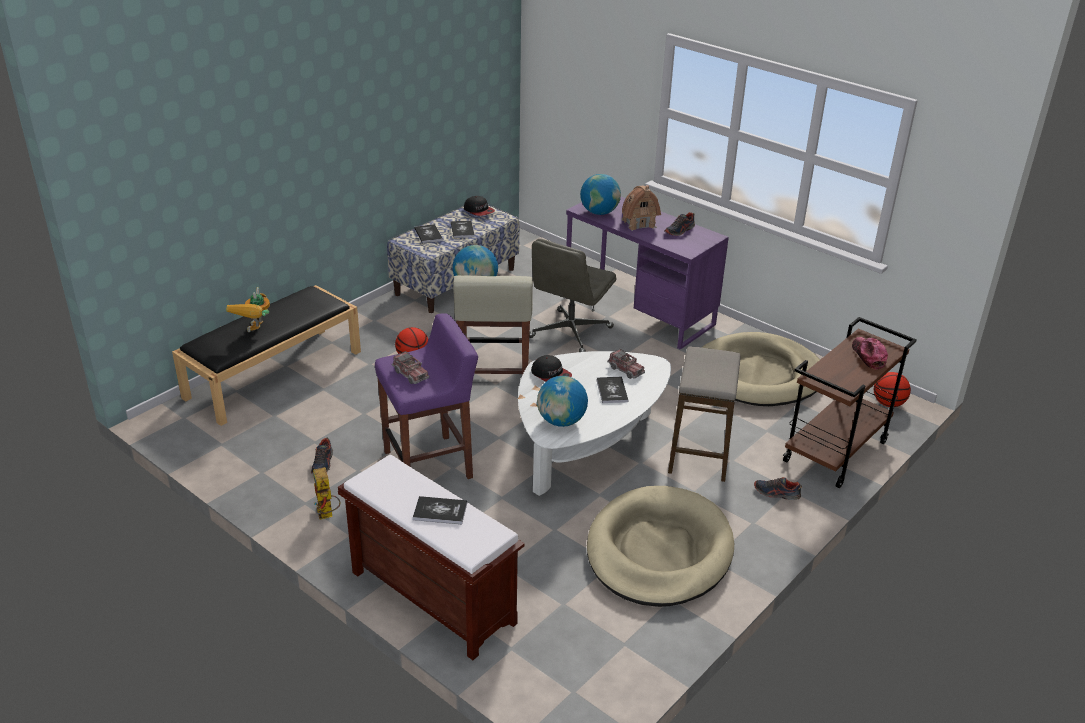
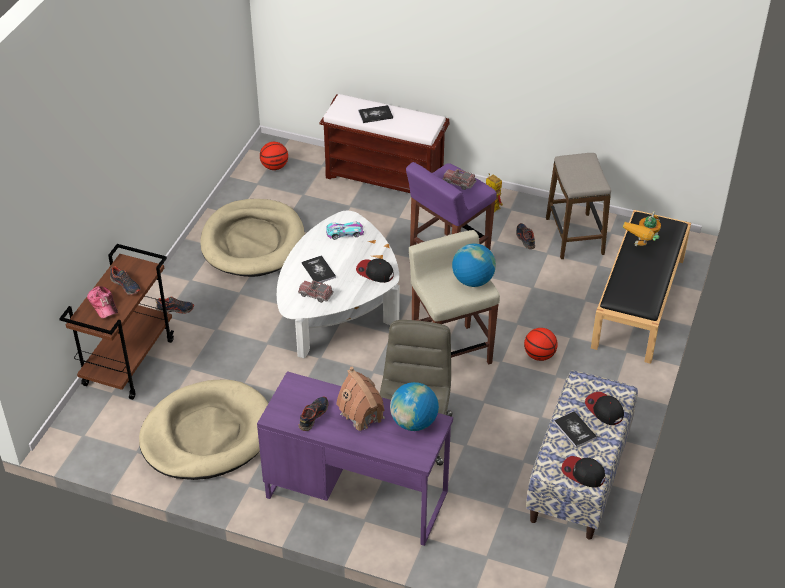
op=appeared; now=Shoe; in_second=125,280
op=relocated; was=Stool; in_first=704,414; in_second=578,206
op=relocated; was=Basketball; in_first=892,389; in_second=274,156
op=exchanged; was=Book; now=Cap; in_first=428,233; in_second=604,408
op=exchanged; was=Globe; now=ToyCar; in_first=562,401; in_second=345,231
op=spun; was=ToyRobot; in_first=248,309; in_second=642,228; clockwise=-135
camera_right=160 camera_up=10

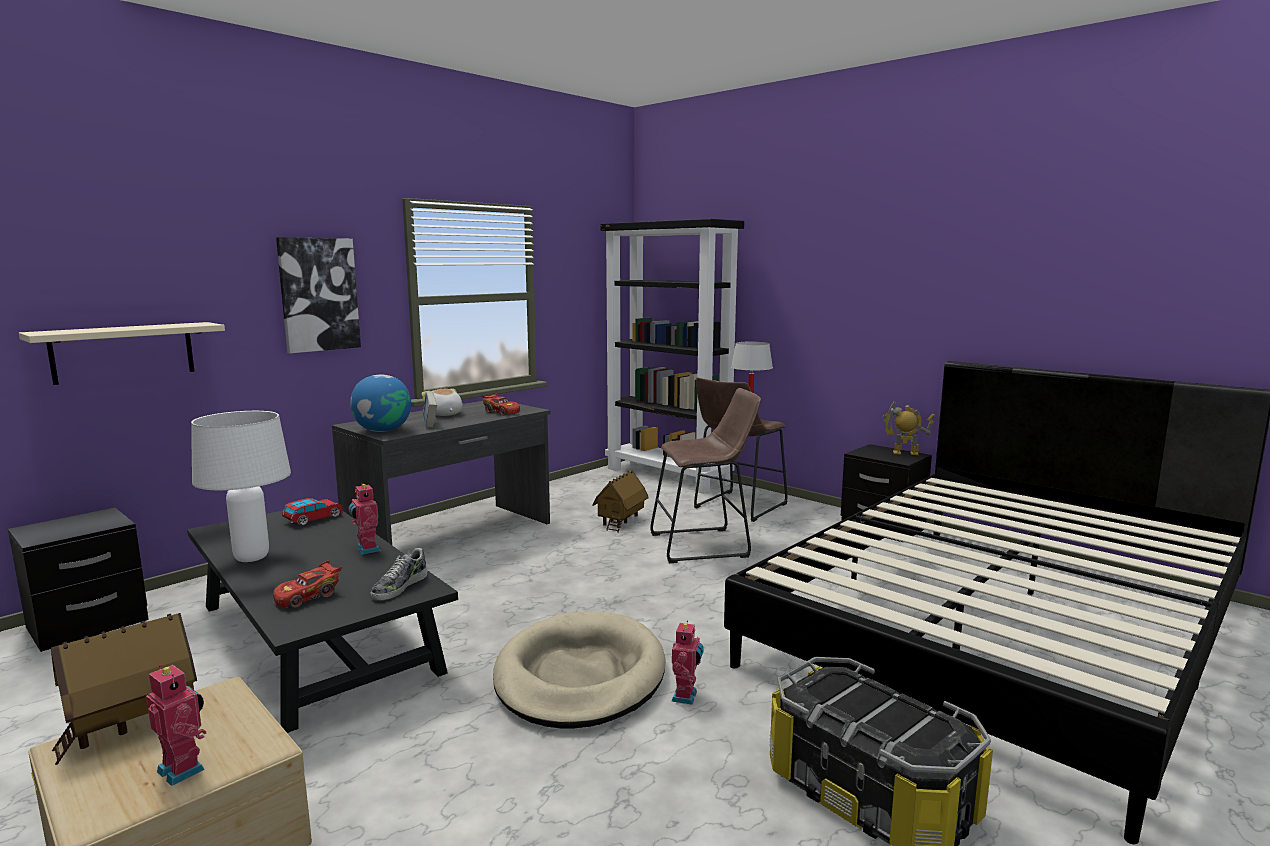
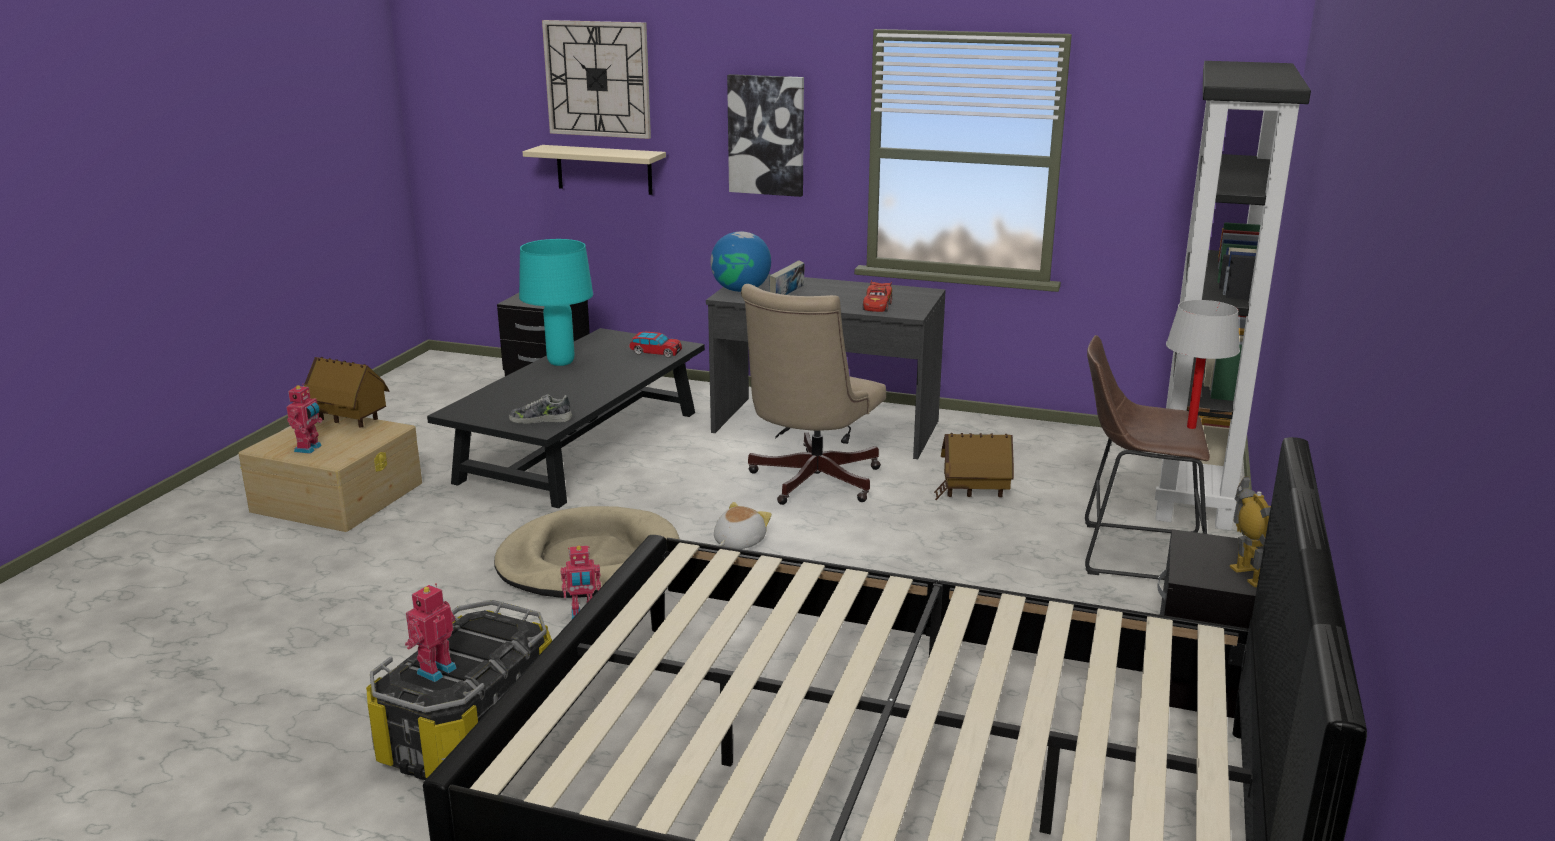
op=missing; was=RedToyCar; in_first=307,584
op=missing; was=BrownStool; in_first=705,475
op=appeared; now=WallClock; in_second=596,79
op=appeared; now=BeigeOfficeChair; in_second=813,394
op=relocated; was=ToyRobot; in_first=365,519; in_second=431,632
op=relocated; was=PlushToy; in_first=442,402; in_second=743,525
op=colour; was=WhiteTableLamp; now=TurquoiseTableLamp; in_first=241,486; in_second=556,302
camera_right=65 camera_up=10

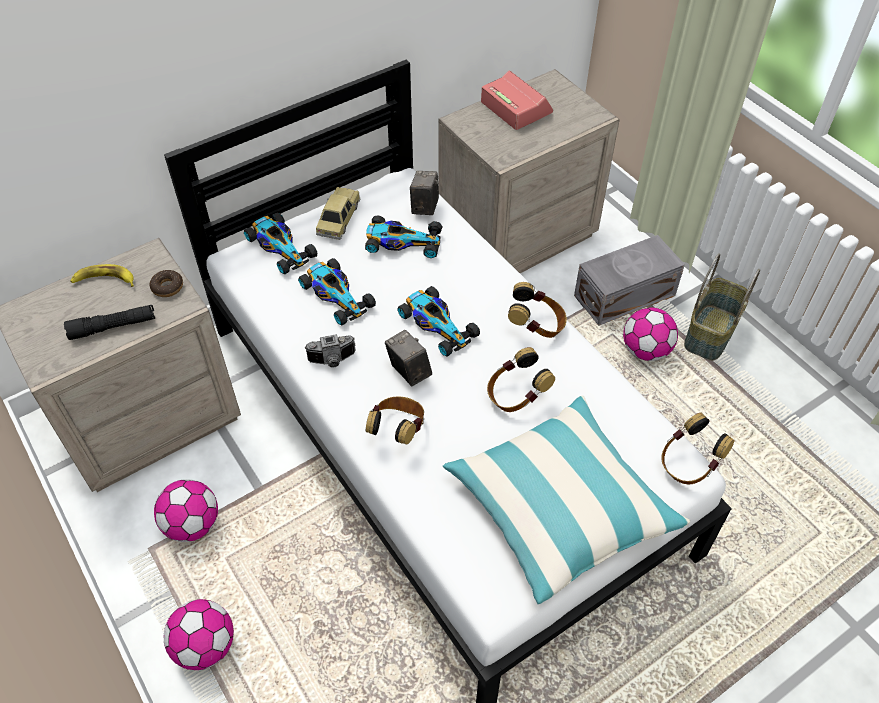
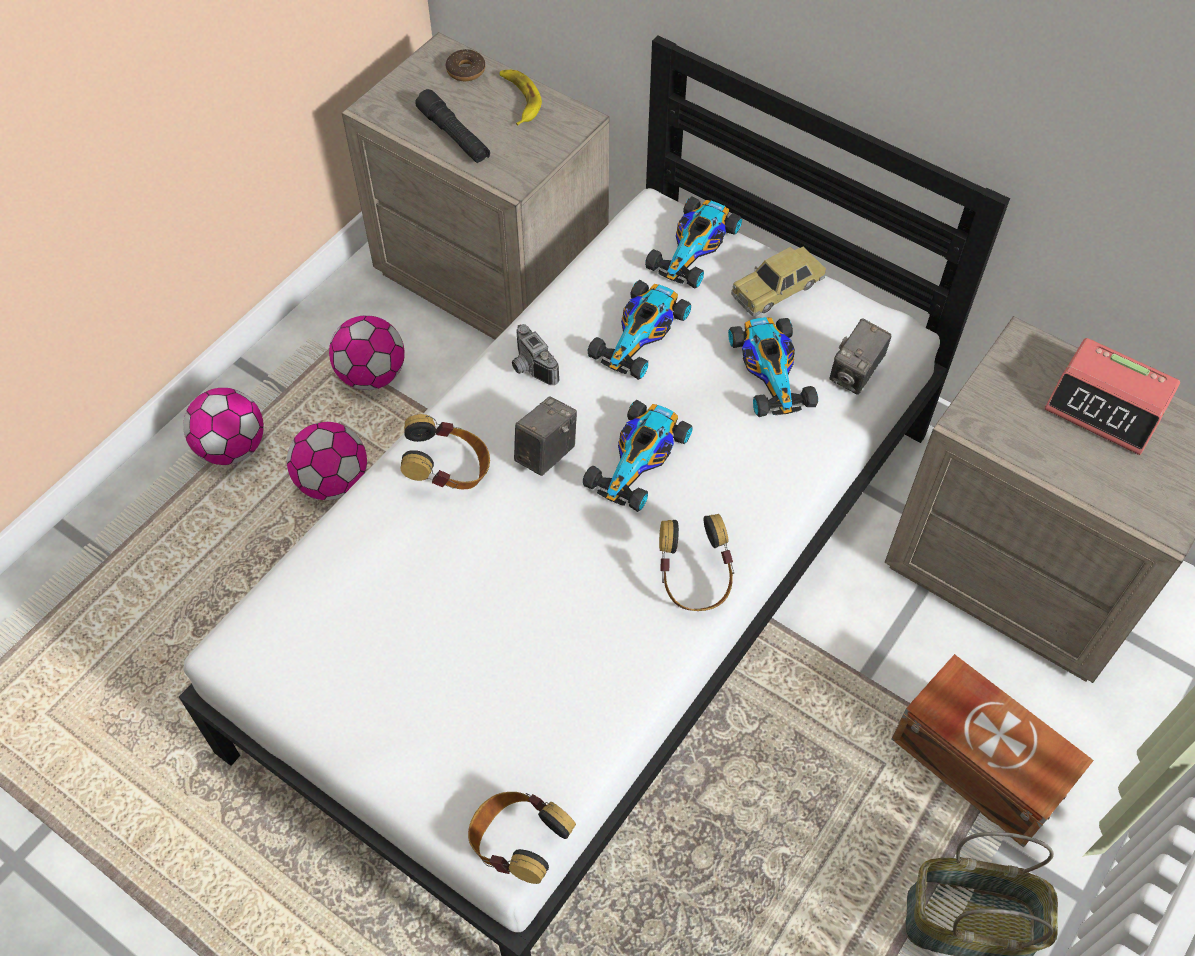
op=missing; was=Pillow; in_first=566,499
op=missing; was=Headphones; in_first=521,379
op=relocated; was=Donut; in_first=166,283; in_second=465,65
op=relocated; was=Football; in_first=650,334; in_second=327,461
op=colour; was=GreyStorageBox; now=BrownStorageBox; in_first=629,280; in_second=992,751
op=spun; was=ToyCar; in_first=338,213; in_second=778,281; clockwise=150
op=spun; was=PhotoCamera; in_first=424,193; in_second=860,356; clockwise=135
op=spun; was=AlarmClock; in_first=517,100; in_second=1112,396; clockwise=90
camera_right=70 camera_up=5

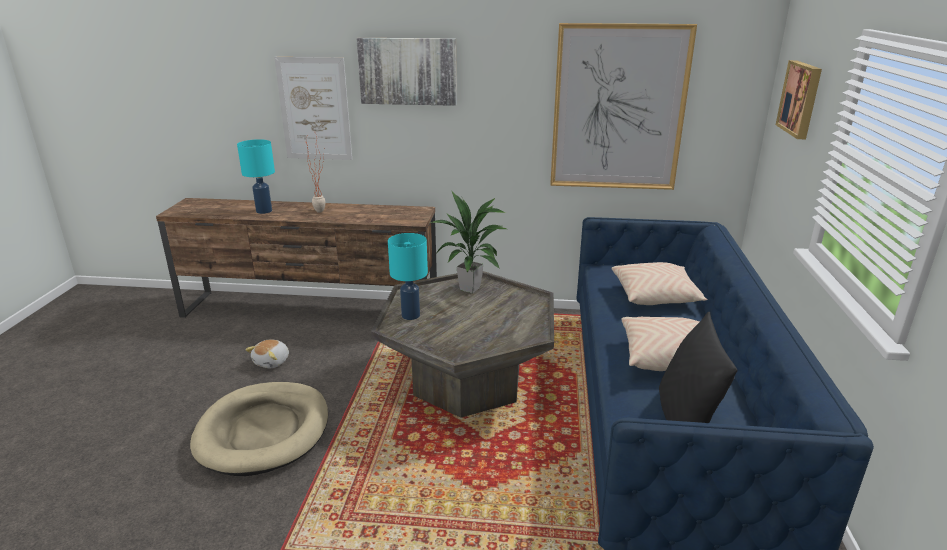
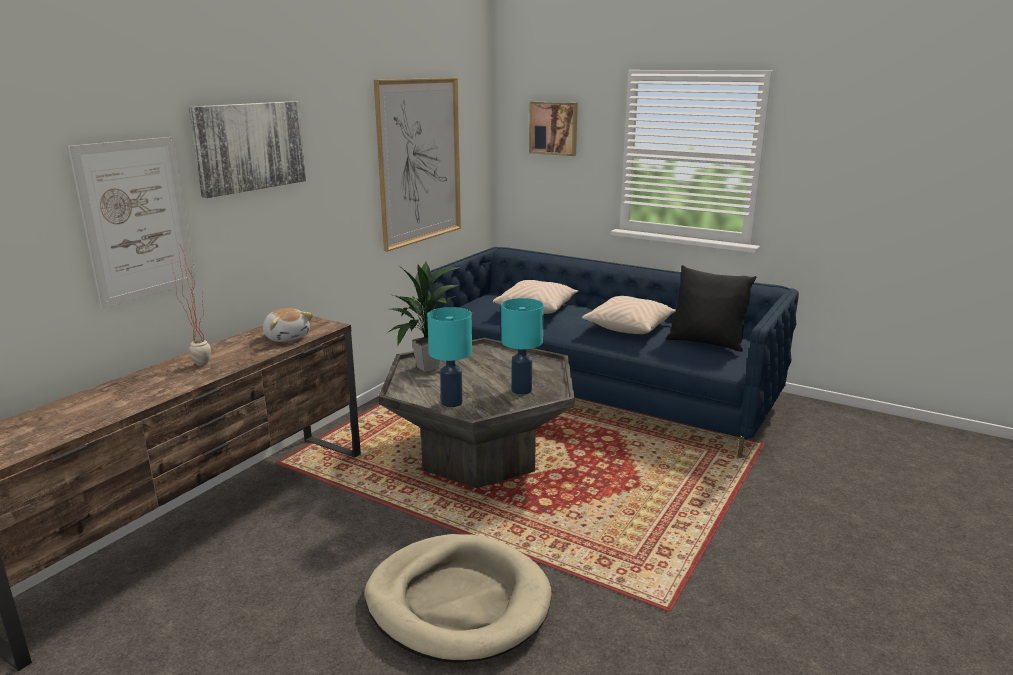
op=relocated; was=TurquoiseTableLamp; in_first=256,176; in_second=522,346
op=relocated; was=PlushToy; in_first=267,353; in_second=288,325
camera_right=-65 camera_up=-5

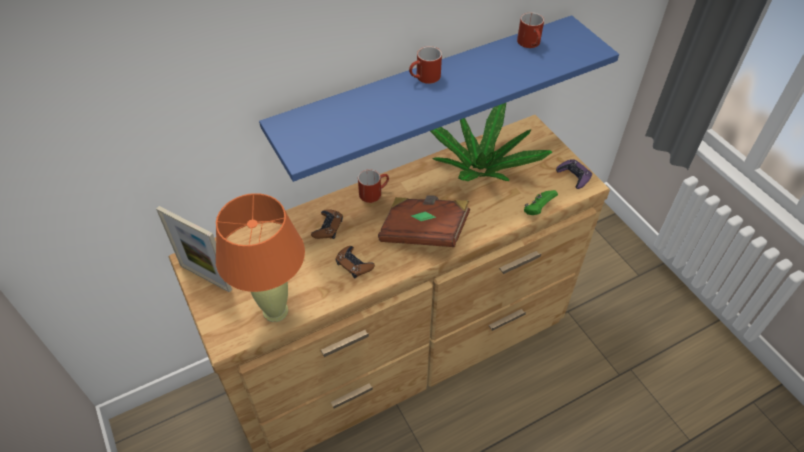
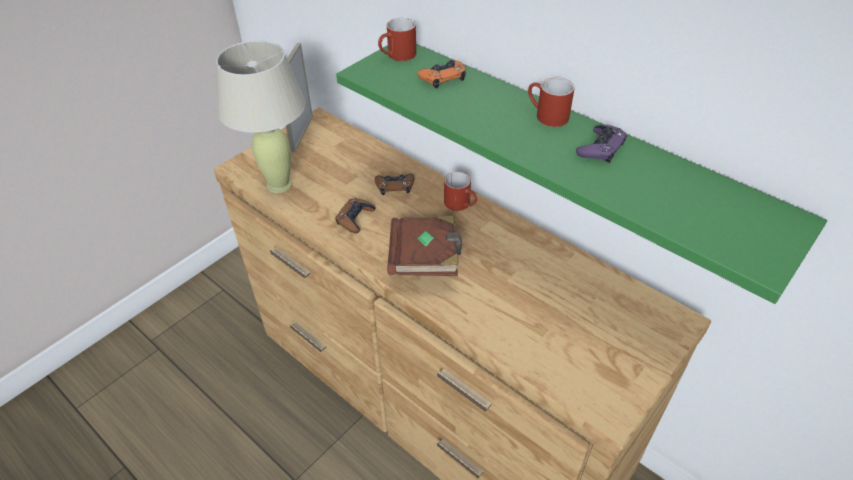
op=missing; was=PottedPlant; in_first=491,142
op=missing; was=GreenGameController; in_first=541,202
op=appeared; now=OrangeGameController; in_second=441,74
op=relocated; was=RedMug; in_first=530,30; in_second=397,39
op=relocated; was=PurpleGameController; in_first=574,174; in_second=601,144
op=colour; was=OrangeTableLamp; now=BeigeTableLamp; in_first=260,257; in_second=261,116
op=colour; was=BlueShelf; now=GreenShelf; in_first=439,98; in_second=581,174
camera_right=70 camera_up=-5

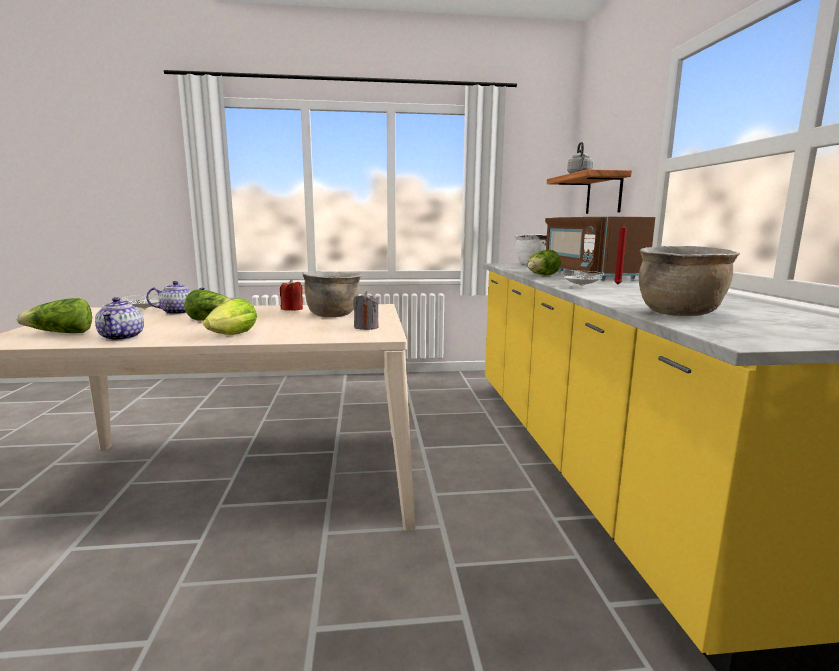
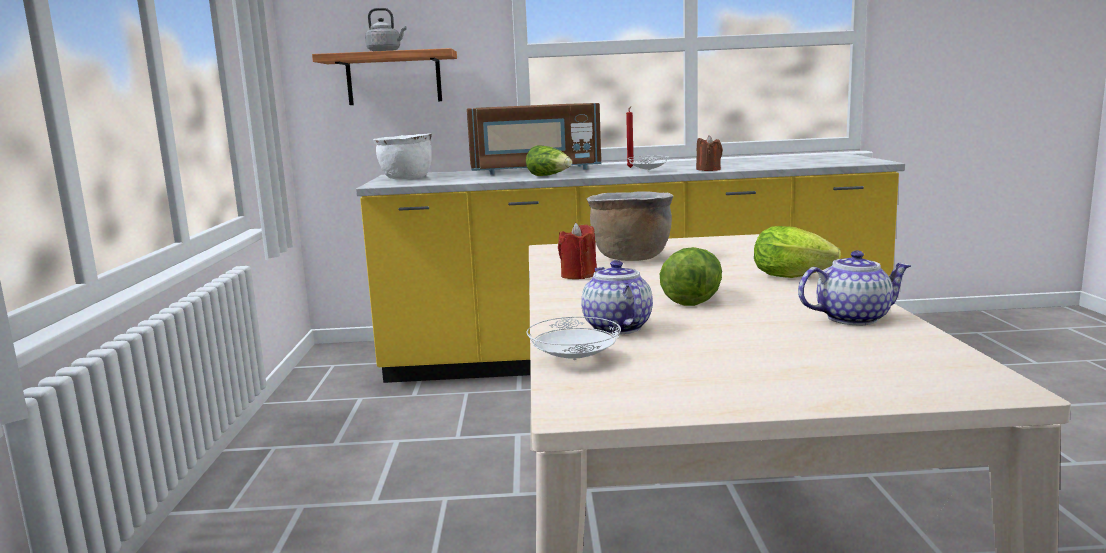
op=missing; was=Lettuce; in_first=54,315
op=missing; was=GreyCandle; in_first=366,310
op=missing; was=BrownCookingPot; in_first=689,281
op=appeared; now=BrownCandle; in_second=709,153
camera_right=-85 camera_up=0

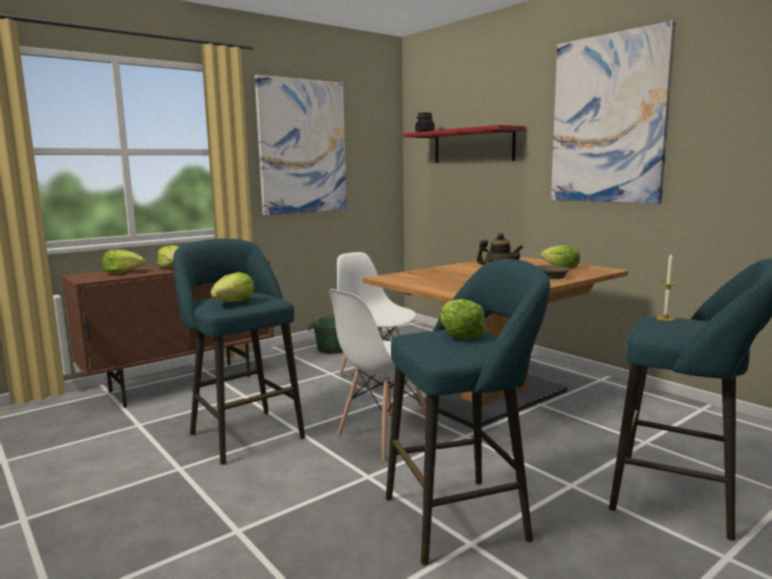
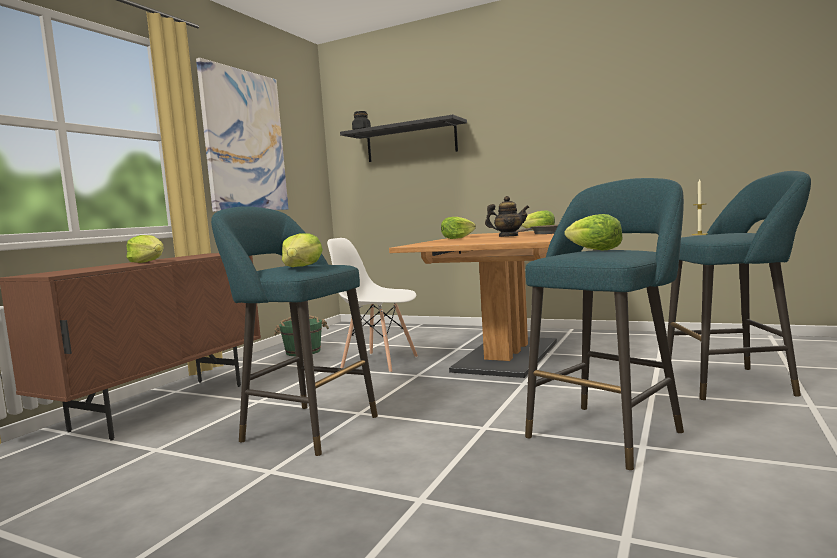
op=missing; was=WhiteChair; in_first=377,375
op=missing; was=Picture; in_first=613,112
op=relocated; was=Lettuce; in_first=123,261; in_second=458,228
op=colour; was=RedShelf; now=BlackShelf; in_first=464,144; in_second=403,138
camera_right=-25 camera_up=-5

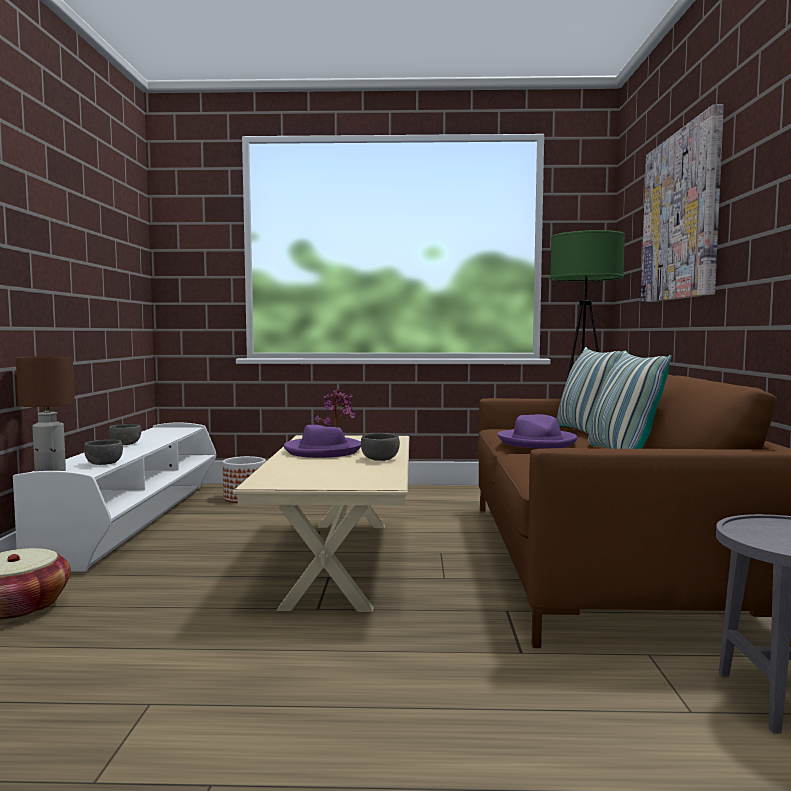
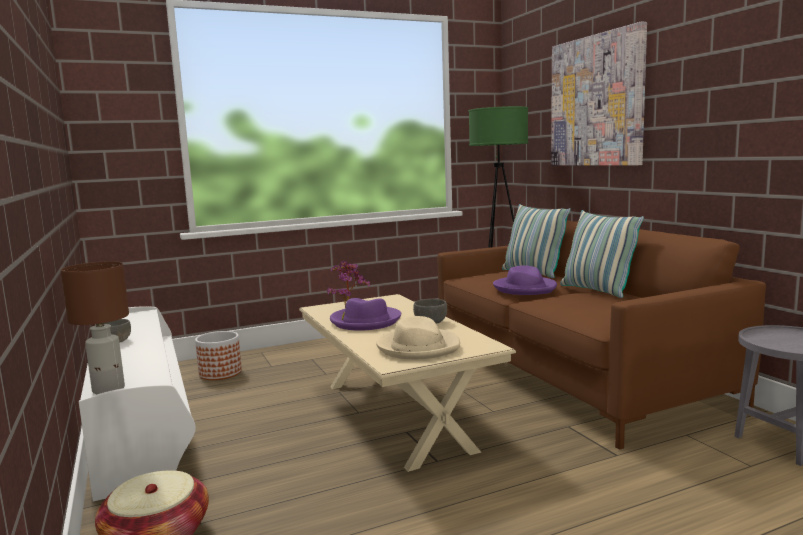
op=missing; was=GreyBowl; in_first=103,452
op=appeared; now=BeigeHat; in_second=418,338
camera_right=-25 camera_up=5

